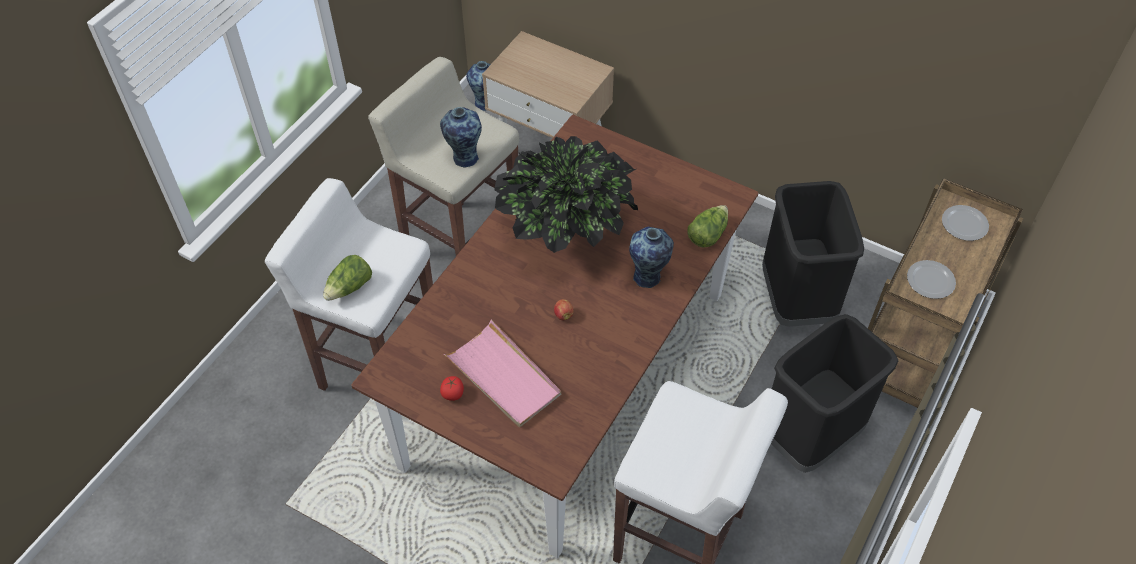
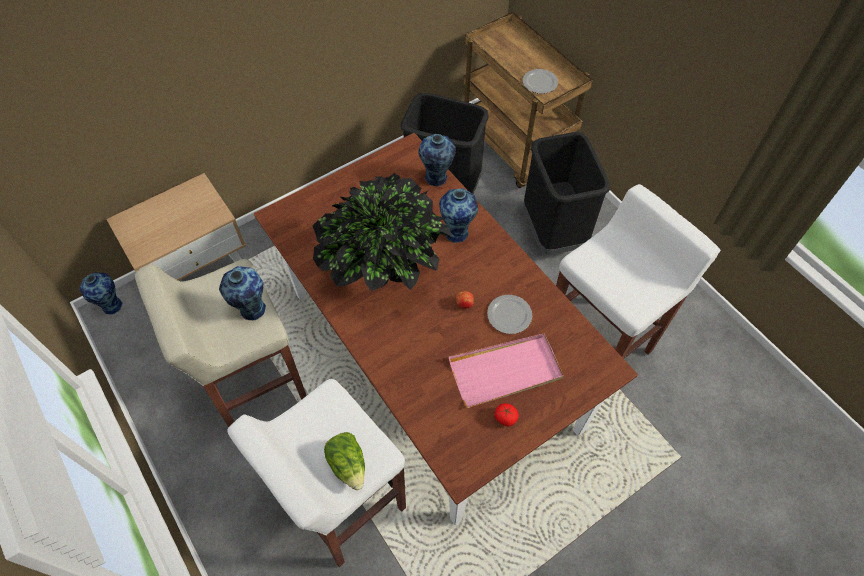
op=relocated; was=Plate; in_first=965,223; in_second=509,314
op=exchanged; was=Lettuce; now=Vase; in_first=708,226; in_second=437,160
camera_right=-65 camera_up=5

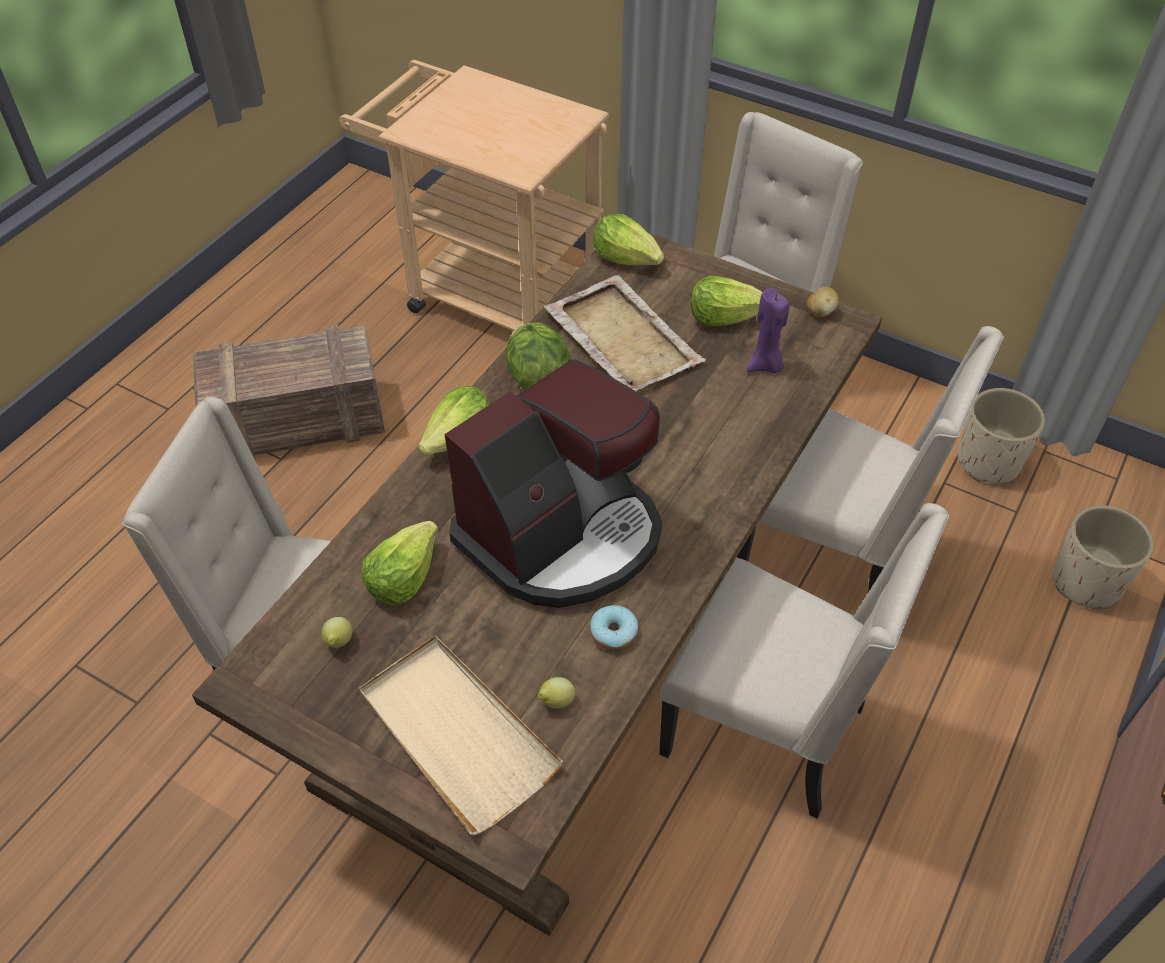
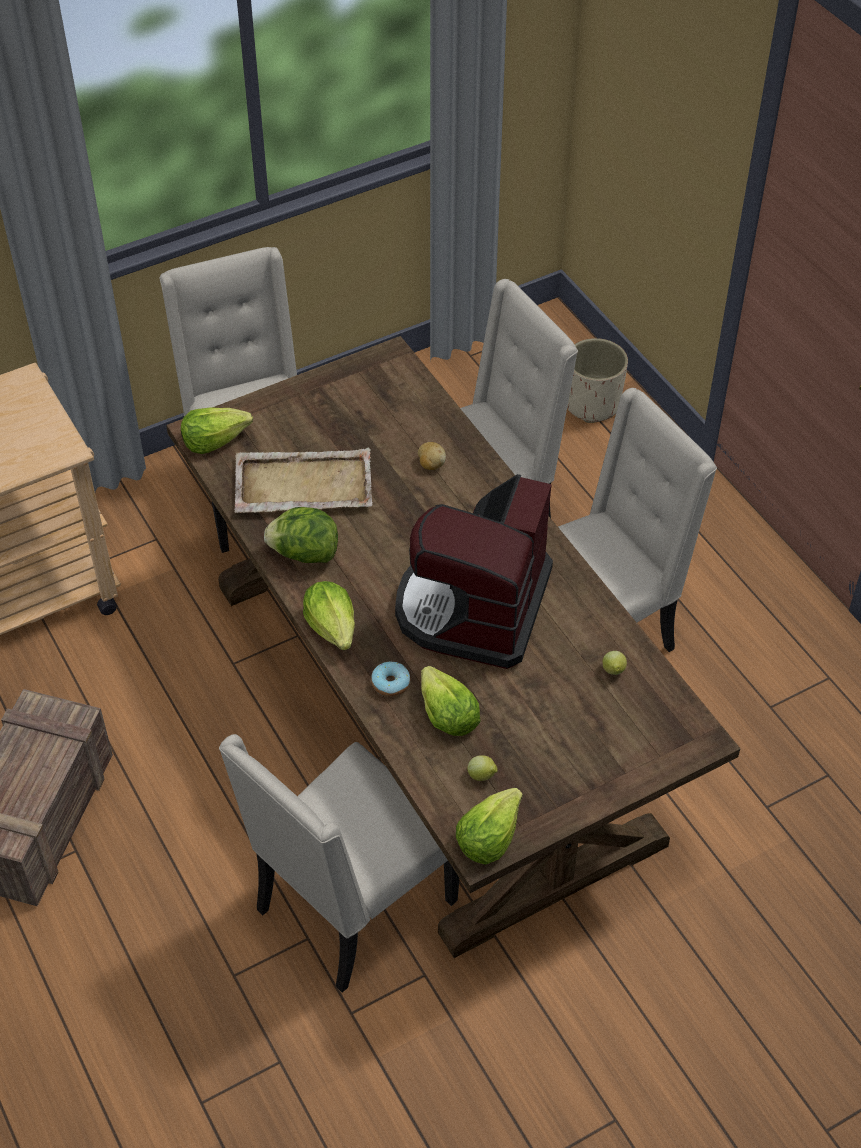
op=missing; was=BeigeTray; in_first=461,735
op=missing; was=PurpleCandle; in_first=768,330
op=missing; was=BeigePlanter; in_first=1001,435
op=relocated; was=Donut; in_first=614,627; in_second=390,679
op=relocated; was=Lettuce; in_first=726,301; in_second=489,826
op=relocated; was=Potato; in_first=823,302; in_second=432,456
op=spun; was=CoffeeMachine; in_first=553,483; in_second=474,571; clockwise=-150
camera_right=-60 camera_up=0

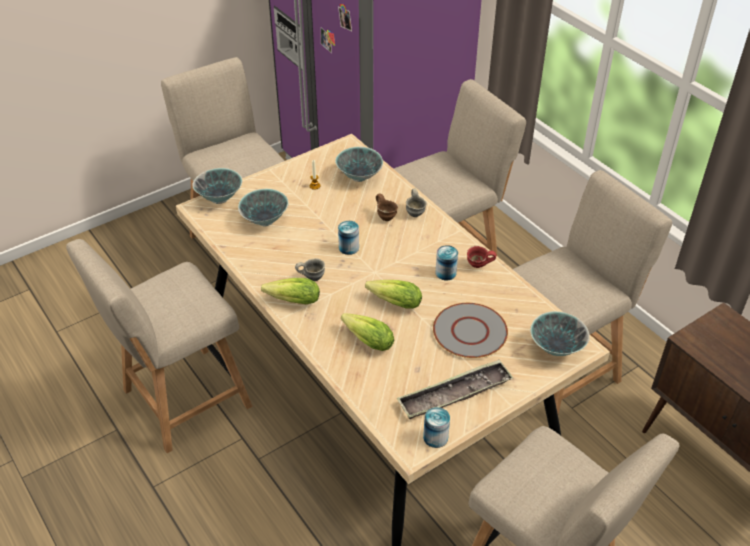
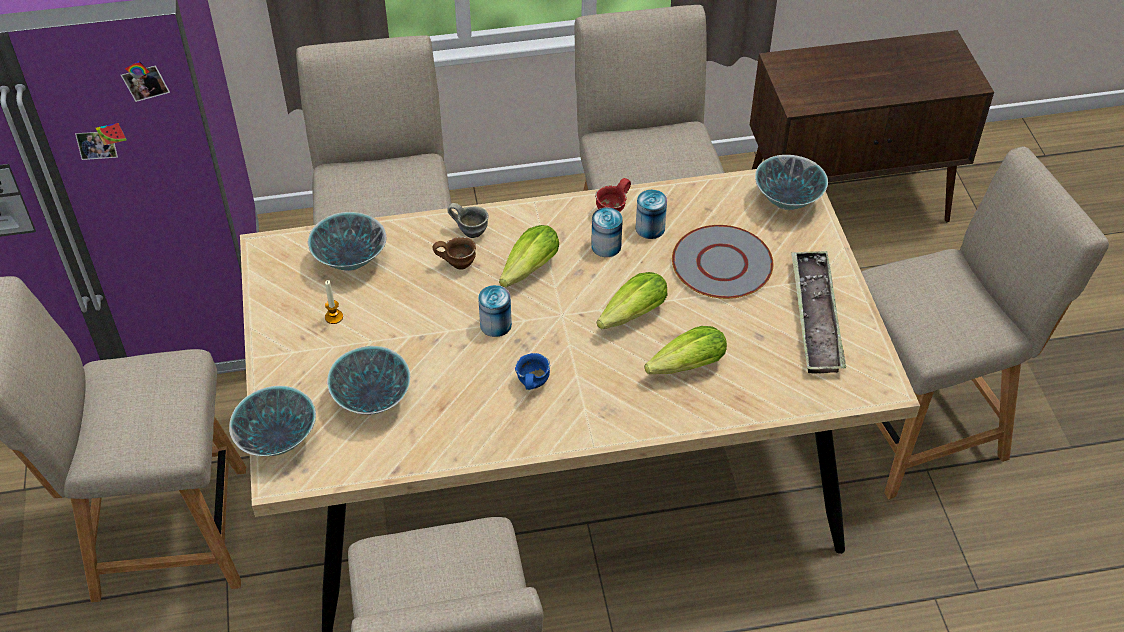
op=relocated; was=Lettuce; in_first=290,291; in_second=529,256
op=relocated; was=Can; in_first=436,427; in_second=651,214
op=colour; was=GreyMug; now=BlueMug; in_first=310,269; in_second=532,371
camera_right=-65 camera_up=5

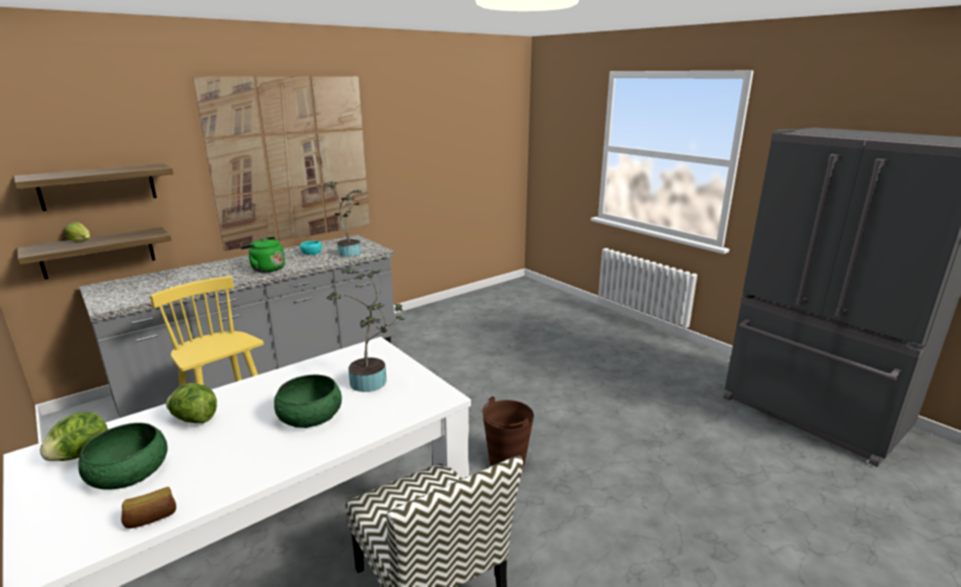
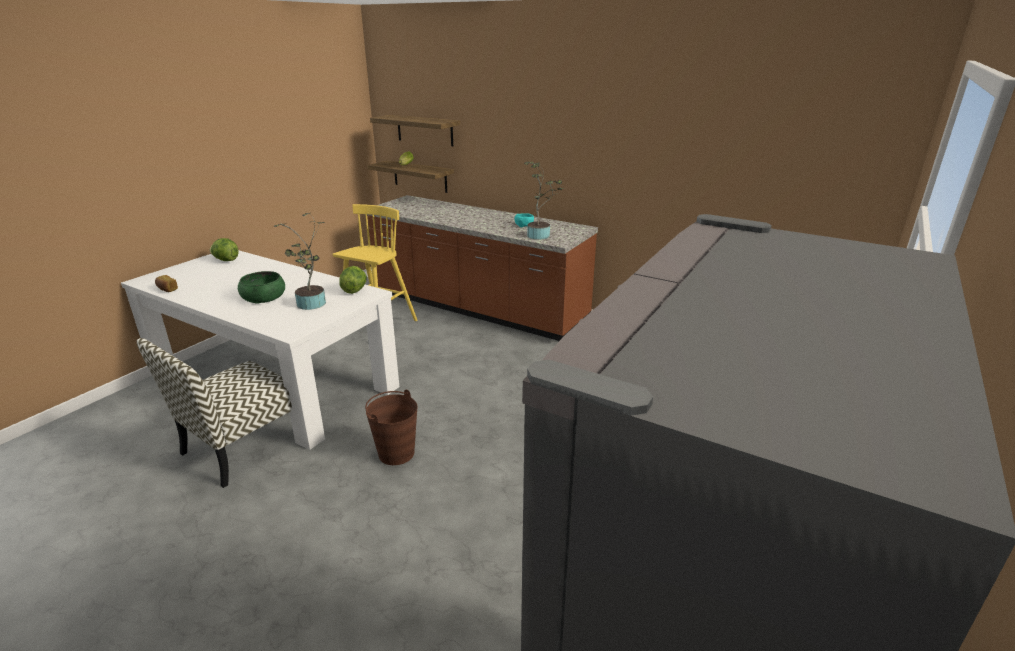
op=missing; was=GreenBowl; in_first=123,456
op=missing; was=Picture; in_first=281,163
op=missing; was=GreenKettle; in_first=263,255
op=relocated; was=Lettuce; in_first=191,403; in_second=353,280
op=colour; was=GreyCounter; now=BrownCounter; in_first=237,326; in_second=481,268
camera_right=70 camera_up=5

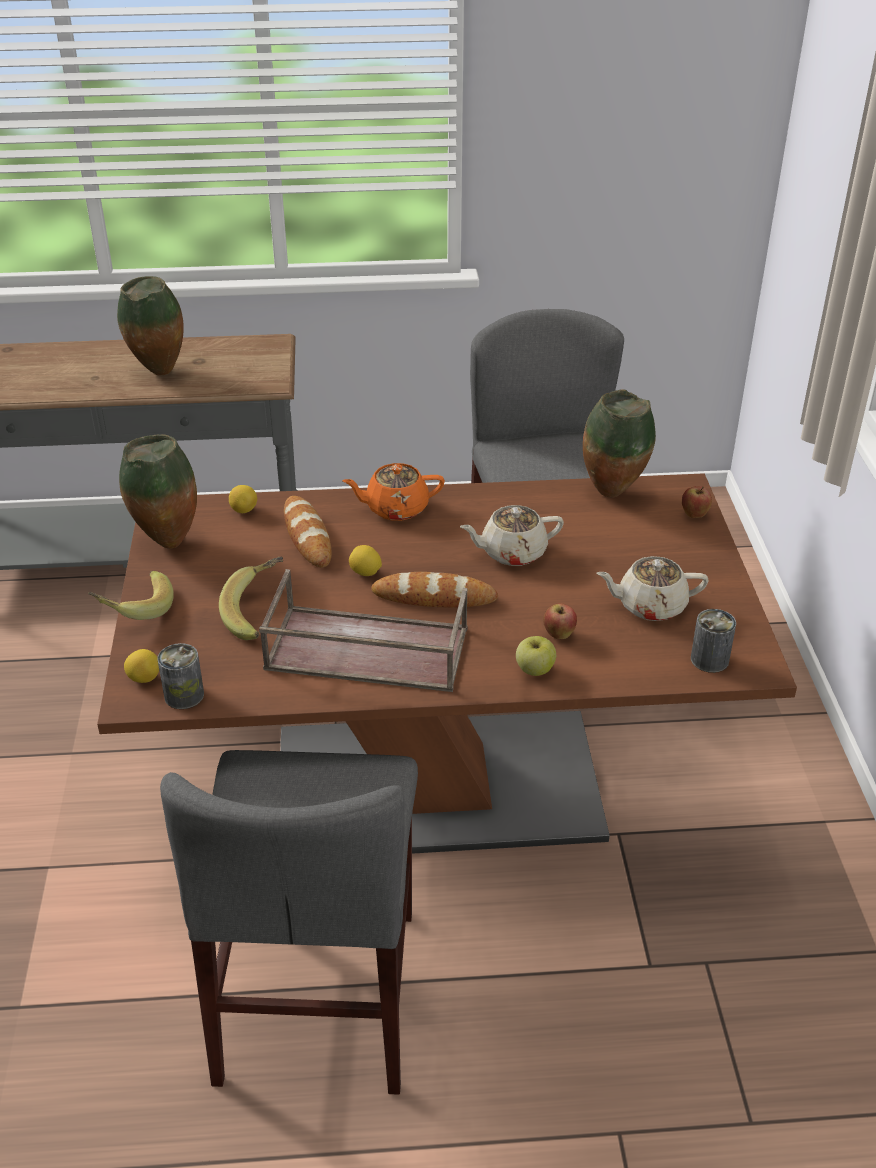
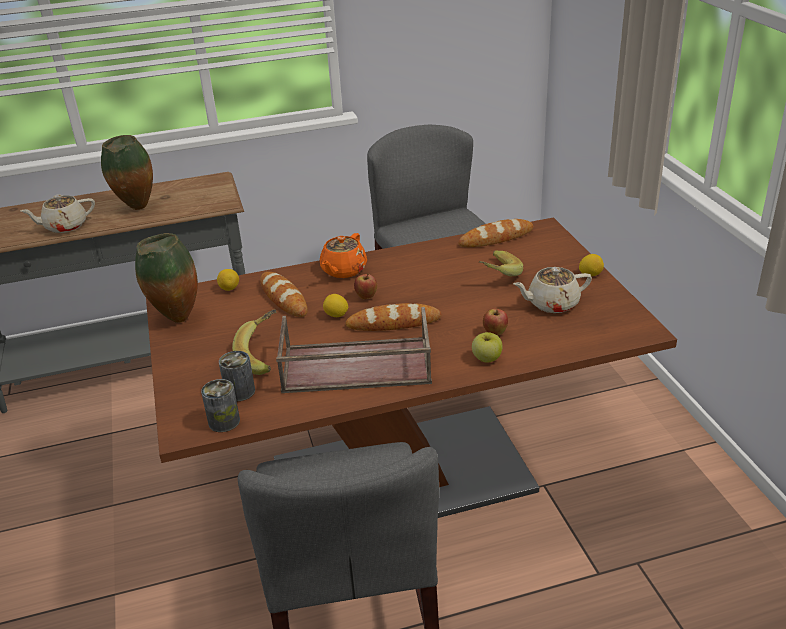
op=relocated; was=Banana; in_first=131,595; in_second=501,263
op=relocated; was=Lemon; in_first=141,666; in_second=591,265
op=relocated; was=BeigeTeapot; in_first=512,535; in_second=57,213
op=relocated; was=Apple; in_first=697,502; in_second=365,286
op=relocated; was=Can; in_first=713,641; in_second=237,376
op=exchanged; was=Vase; now=Bread; in_first=619,443; in_second=495,233
op=spun; was=OrangeTeapot; in_first=393,492; in_second=343,255; clockwise=-45
camera_right=-10 camera_up=-5

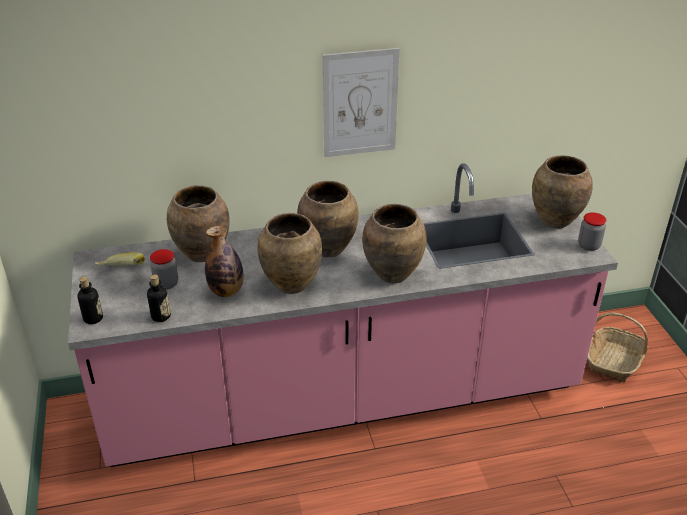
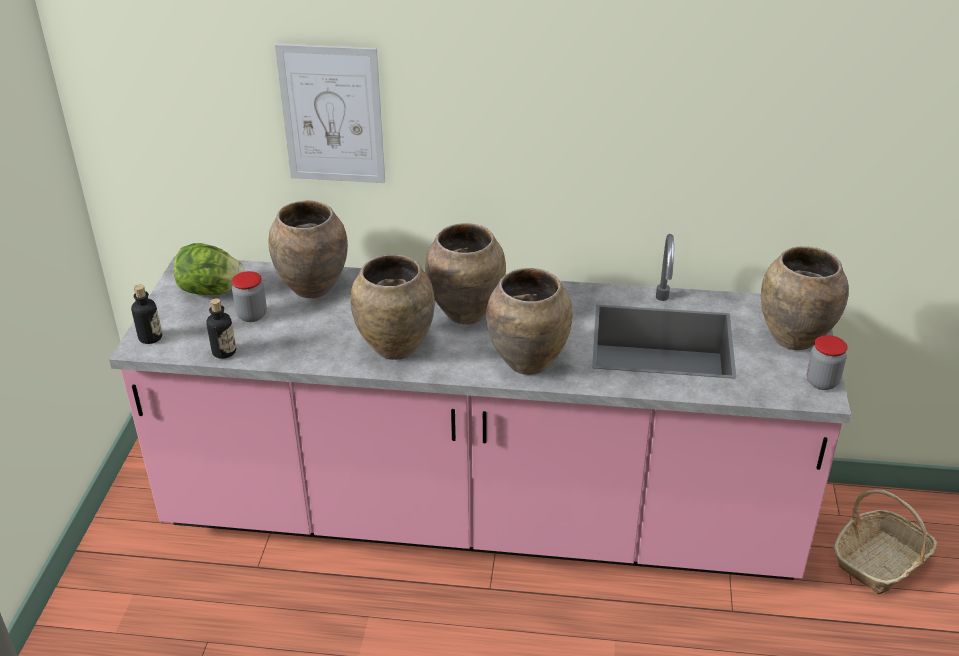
op=missing; was=Bottle; in_first=224,261
op=relocated; was=Picture; in_first=361,102; in_second=330,113
op=exchanged; was=Banana; now=Lettuce; in_first=120,259; in_second=209,269
camera_right=20 camera_up=0

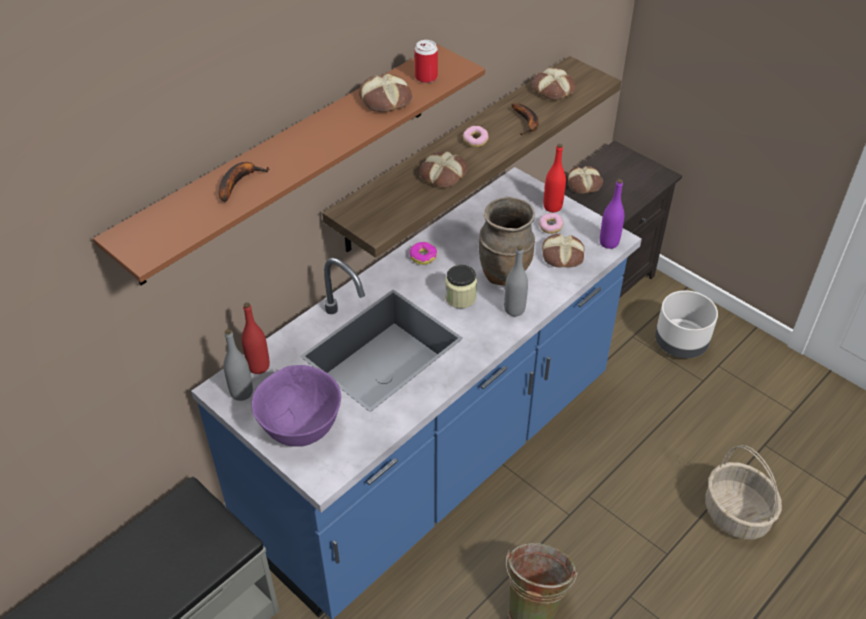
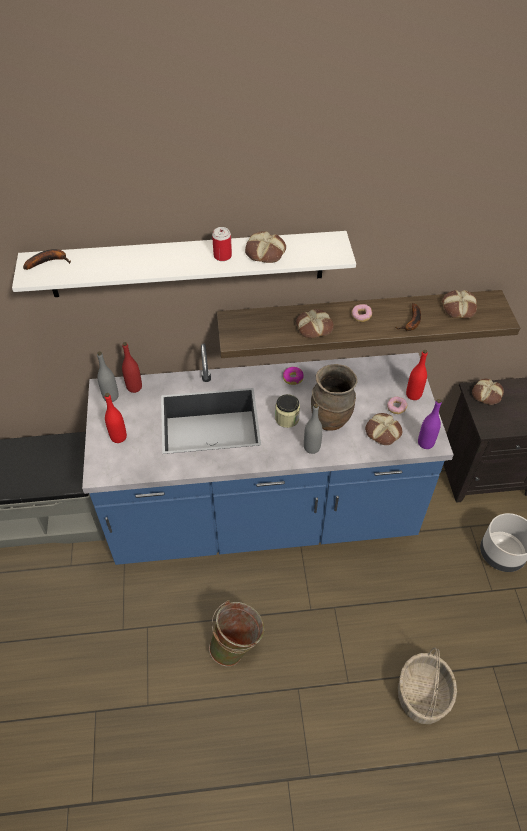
op=relocated; was=Banana; in_first=244,182; in_second=47,259
op=relocated; was=Can; in_first=426,61; in_second=222,244
op=exchanged; was=PurpleBowl; now=RedBottle; in_first=296,406; in_second=116,418
op=colour; was=BrownShelf; now=WhiteShelf; in_first=289,164; in_second=184,264
camera_right=40 camera_up=5

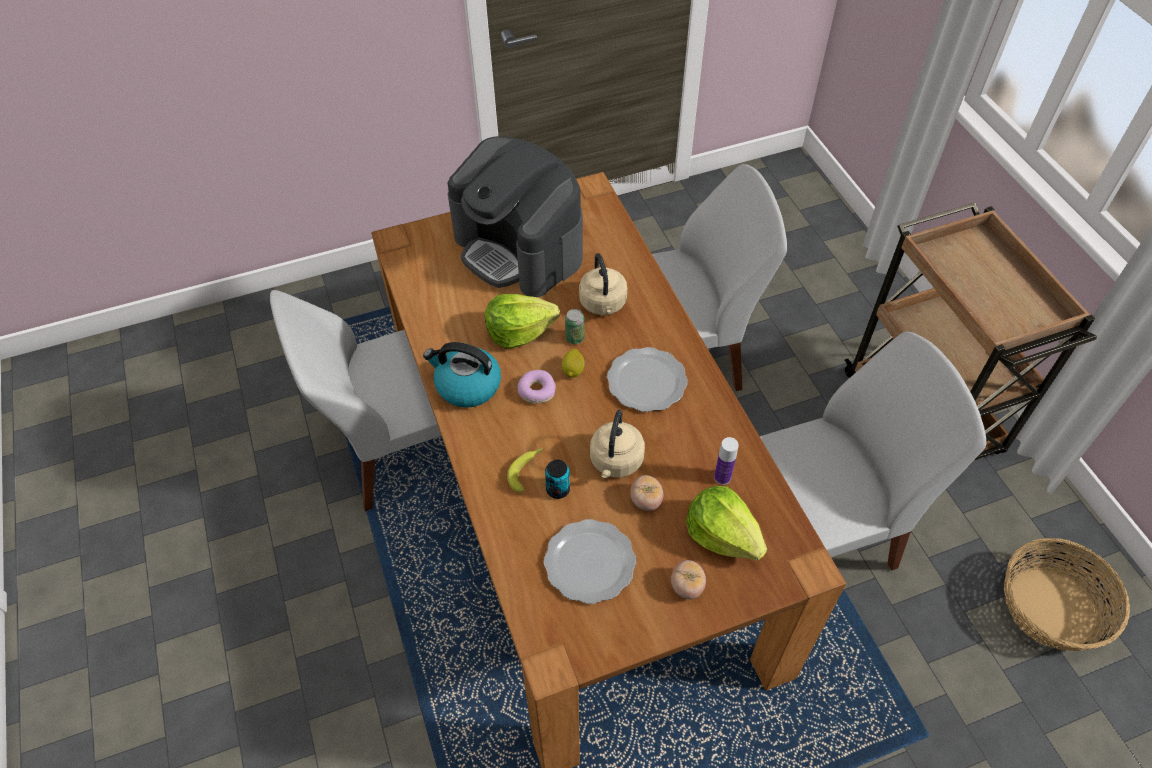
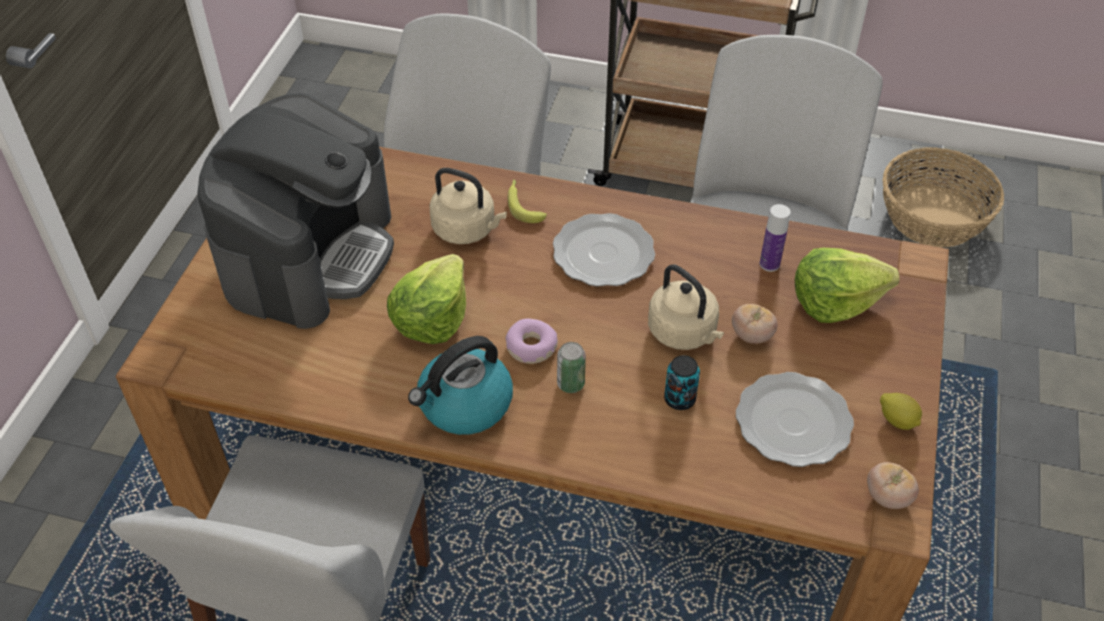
op=relocated; was=Banana; in_first=524,470; in_second=527,201
op=relocated; was=Lemon; in_first=573,363; in_second=901,411
op=relocated; was=Can; in_first=574,326; in_second=571,367
op=relocated; was=Tomato; in_first=688,579; in_second=893,485
op=spun; was=CoffeeMachine; in_first=515,216; in_second=295,211; clockwise=-60
camera_right=-55 camera_up=-5

